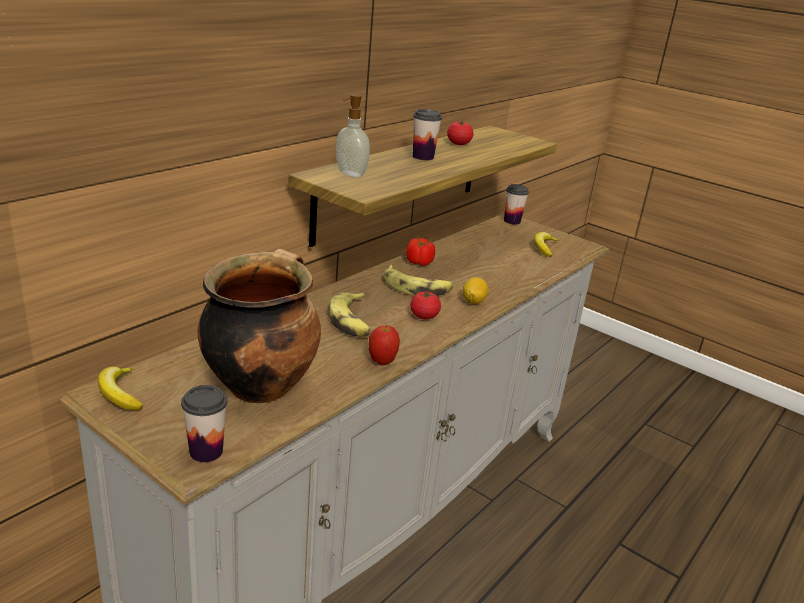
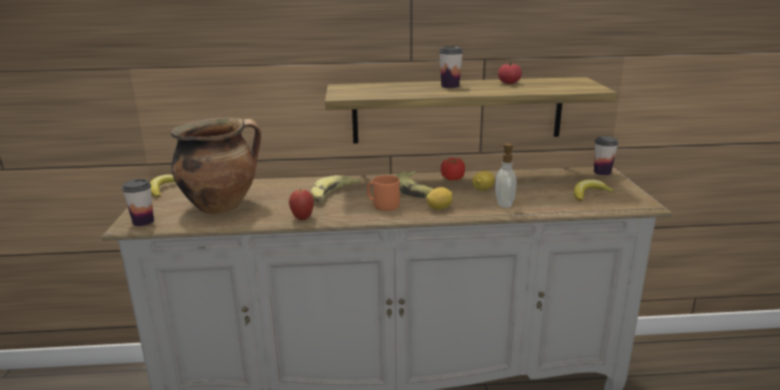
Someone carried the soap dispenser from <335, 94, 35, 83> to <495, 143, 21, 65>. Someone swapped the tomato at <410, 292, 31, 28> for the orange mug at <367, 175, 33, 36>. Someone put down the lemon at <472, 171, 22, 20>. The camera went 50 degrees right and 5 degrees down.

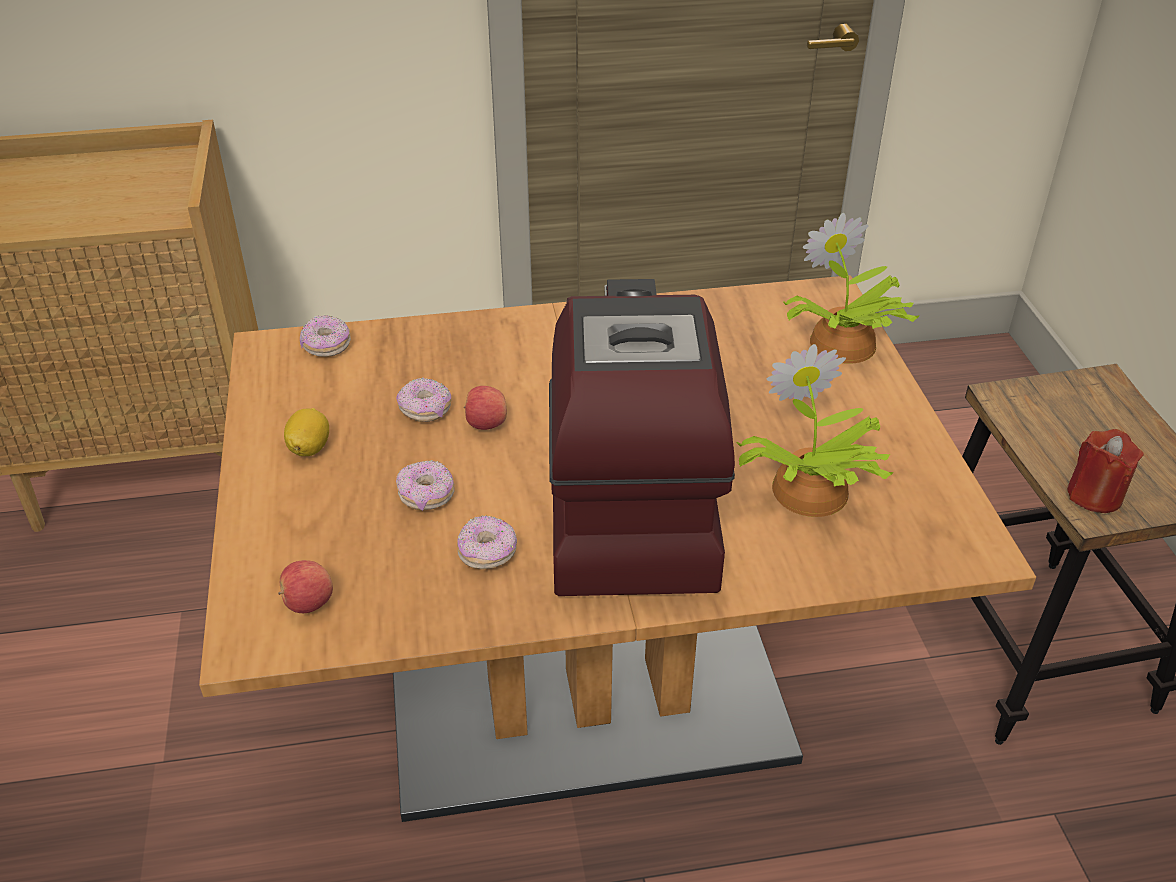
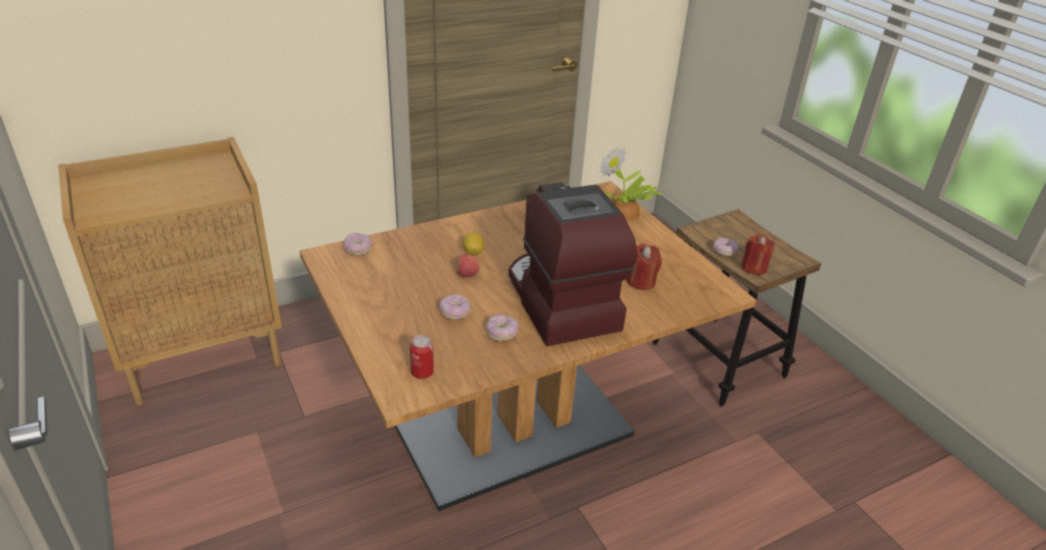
Someone swapped the apple at <278, 560, 55, 53> for the can at <410, 335, 24, 44>. Someone carried the lemon from <284, 408, 45, 48> to <462, 232, 22, 24>. Someone carried the donut from <396, 378, 56, 44> to <713, 238, 26, 18>. Someone swapped the potted plant at <737, 344, 157, 173> for the red candle at <626, 243, 36, 47>. The camera went 20 degrees left and 5 degrees down.

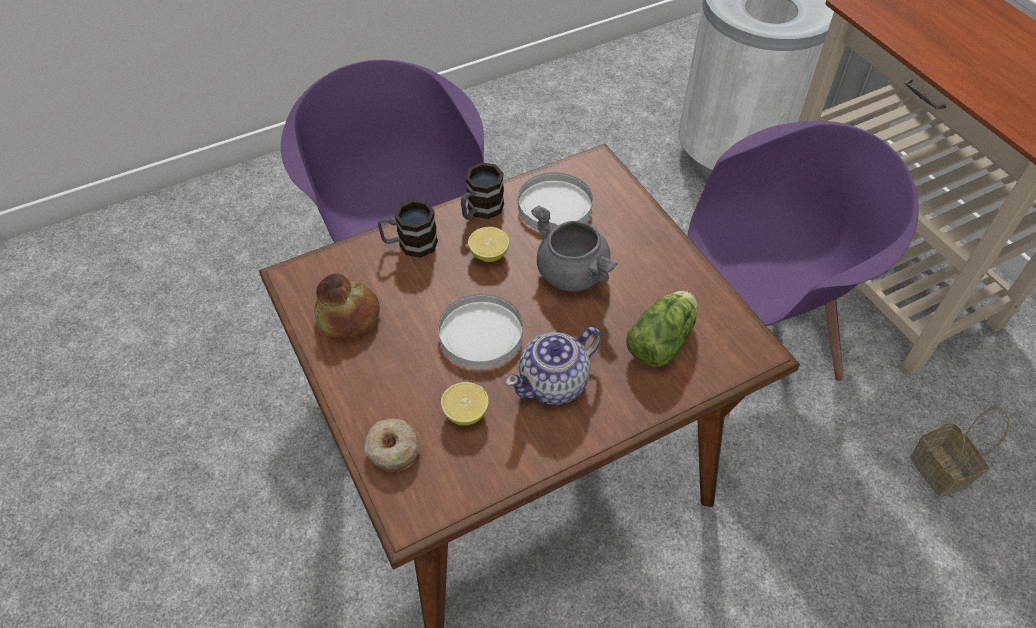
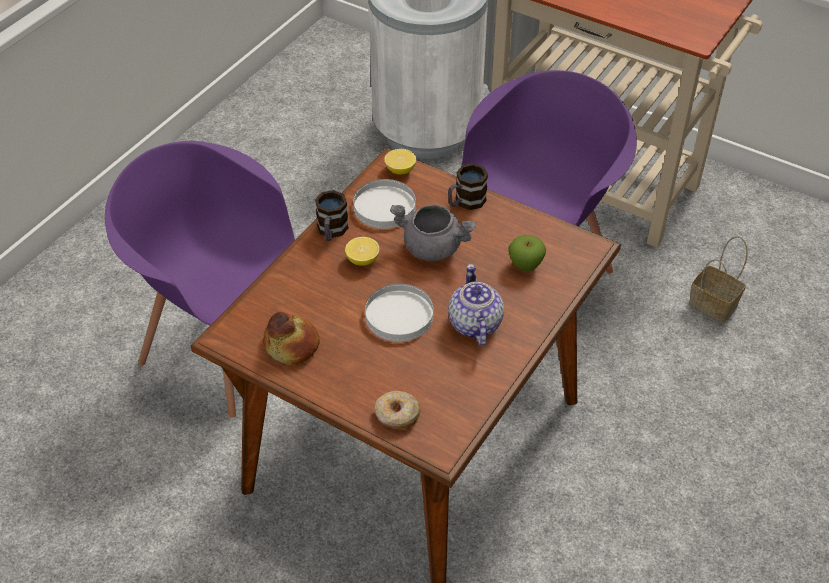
Someone carried the mug from <378, 199, 60, 59> to <448, 163, 40, 47>. Someone carried the lemon from <441, 382, 48, 44> to <384, 149, 32, 26>. Someone rotated the teapot at <505, 327, 97, 78> by 150 degrees clockwise. Someone swapped the lettuce at <626, 291, 72, 76> for the apple at <508, 235, 38, 36>. The camera went 30 degrees left and 5 degrees down.

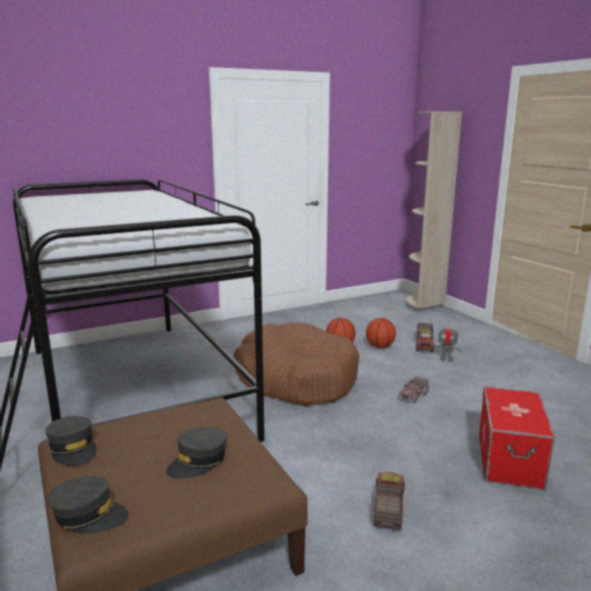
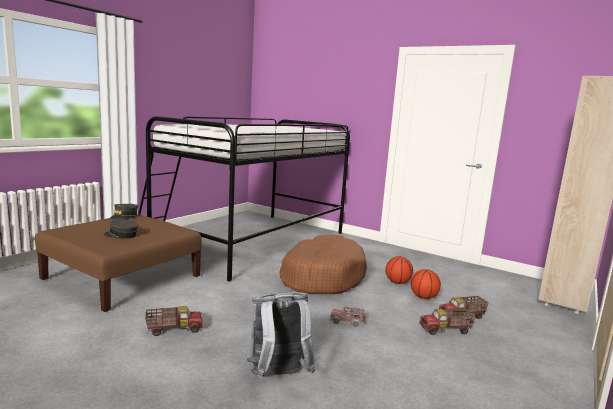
Someone took away the grey cap at <48, 476, 81, 58>. Someone swapped the toy robot at <433, 321, 29, 41> for the toy truck at <419, 309, 56, 26>. Someone swapped the storage box at <479, 387, 76, 103> for the grey backpack at <247, 292, 68, 86>. The camera went 60 degrees right and 5 degrees down.

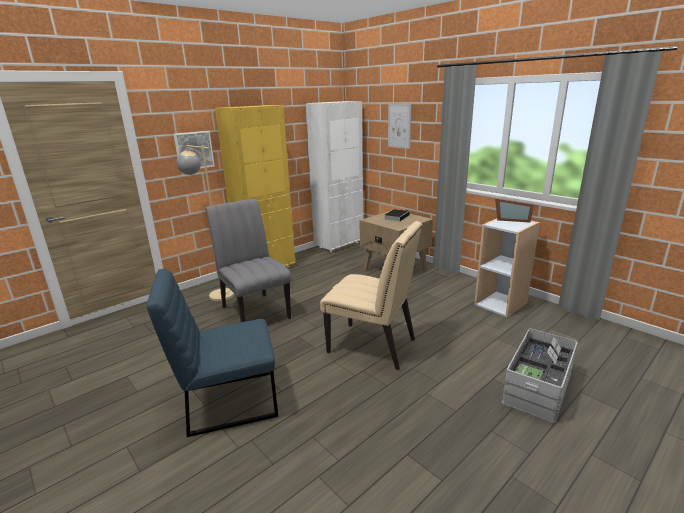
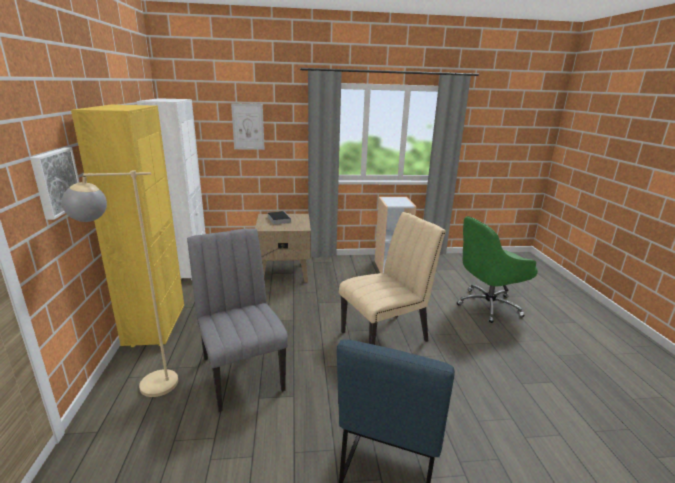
Someone rotated the grey chair at <205, 199, 86, 123> by 60 degrees clockwise. Someone took away the picture frame at <495, 198, 39, 25>. Someone swapped the grey storage box at <501, 329, 77, 95> for the green office chair at <457, 216, 81, 107>. The camera went 55 degrees left and 0 degrees up.

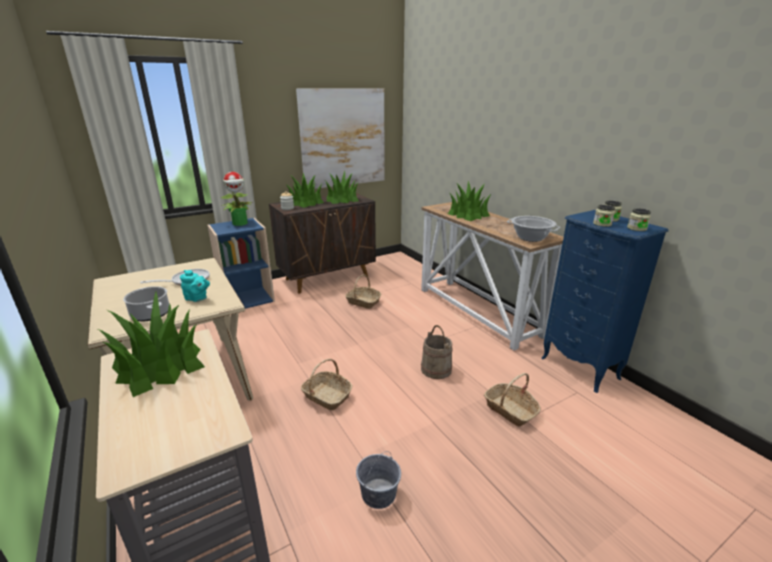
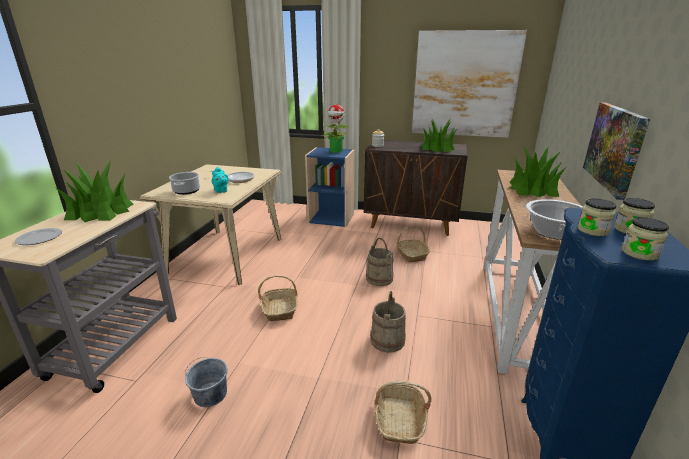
Someone took away the potted plant at <285, 173, 39, 35>. Someone put down the plate at <15, 228, 47, 17>. Someone put down the beige bucket at <366, 238, 28, 48>. Someone put up the picture at <583, 102, 67, 98>. The camera went 45 degrees right and 0 degrees up.

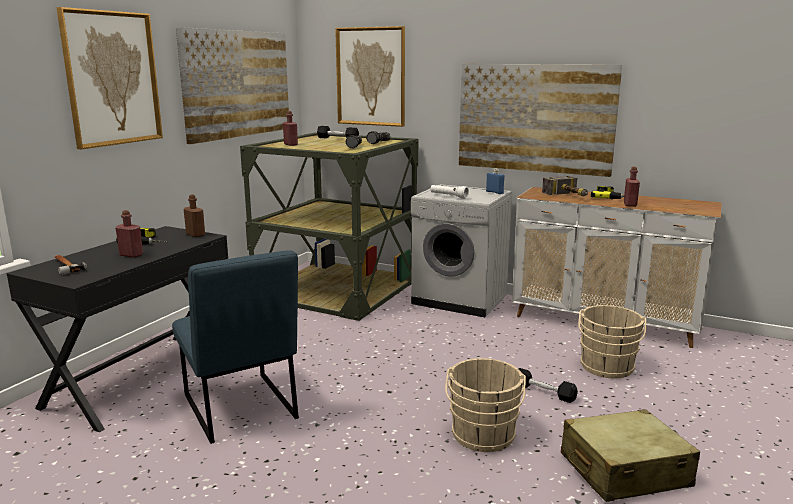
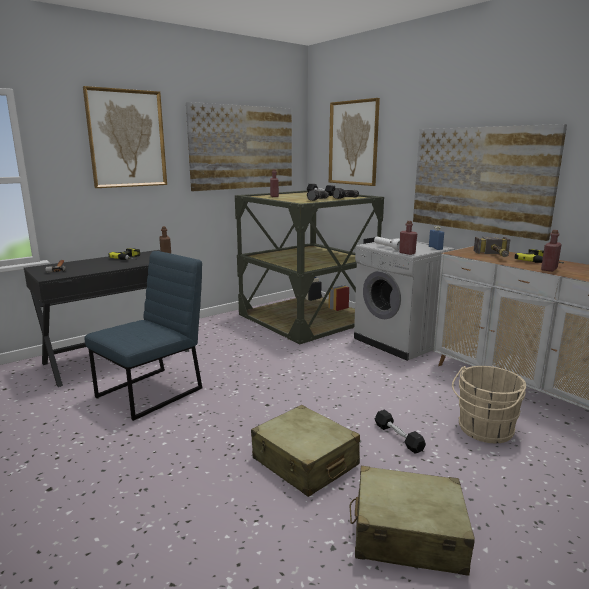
Someone carried the red bottle from <116, 210, 27, 48> to <399, 221, 19, 34>. Someone rotated the blue chair at <172, 250, 127, 194> by 135 degrees counterclockwise. Someone swapped the beige bucket at <445, 358, 81, 94> for the beige suitcase at <251, 405, 109, 92>. The camera went 25 degrees right and 0 degrees up.

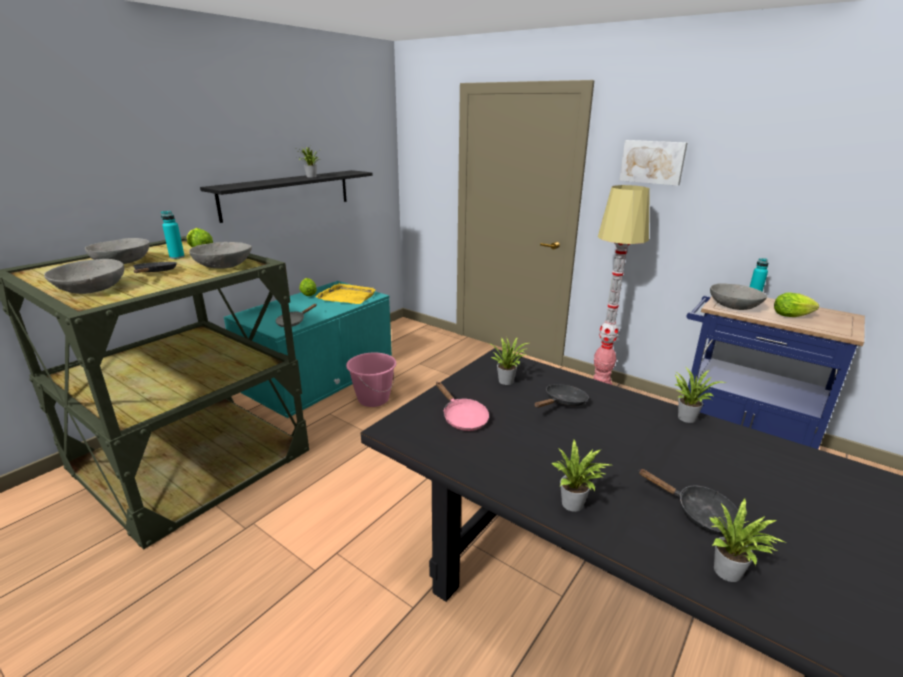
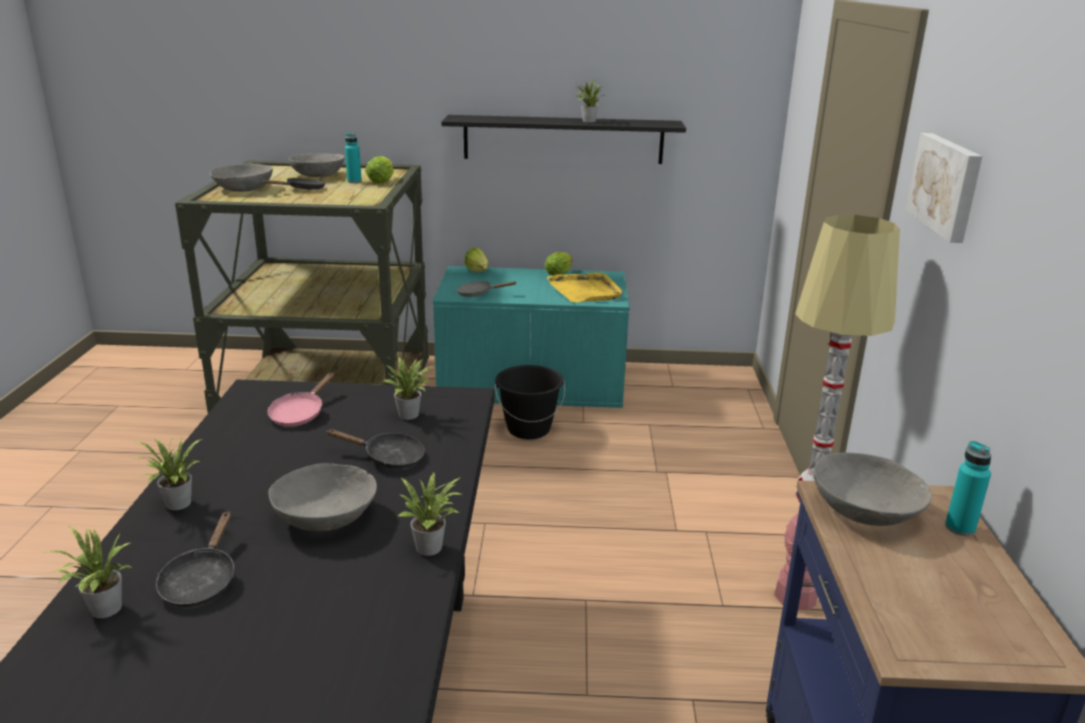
Someone carried the grey bowl from <189, 242, 63, 27> to <268, 463, 109, 68>. Someone repainted the pink bucket at <346, 353, 50, 54>, which became the black bucket at <495, 365, 70, 74>. Someone carried the lettuce from <774, 292, 45, 25> to <464, 247, 24, 25>. The camera went 55 degrees right and 0 degrees up.

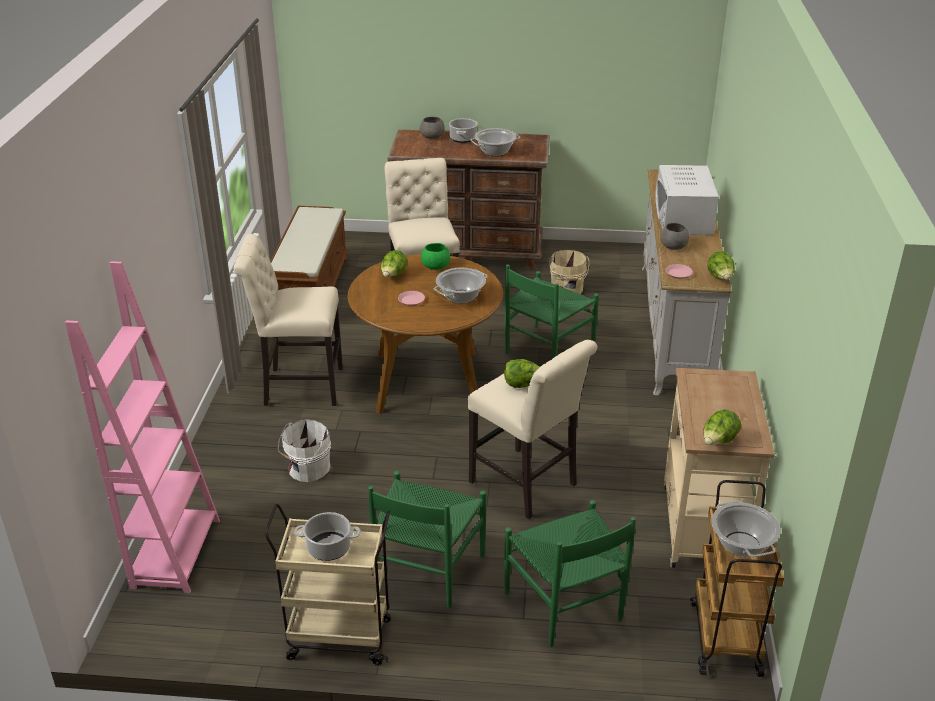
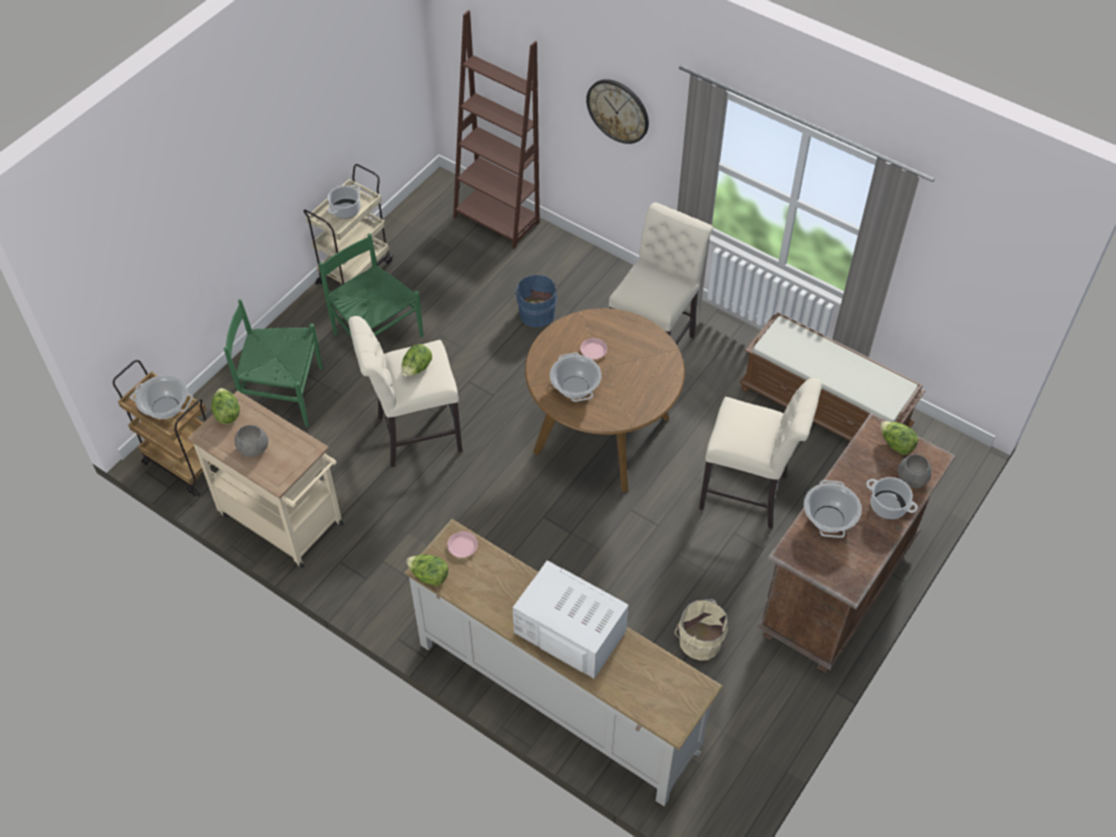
Someone repainted the pink bookcase at <65, 261, 155, 332>, which became the brown bookcase at <453, 10, 87, 239>. Someone repainted the white bucket at <278, 419, 53, 63>, which became the blue bucket at <513, 275, 44, 52>. Someone carried the lettuce from <380, 250, 28, 27> to <880, 421, 38, 34>. Someone took away the green bowl at <421, 243, 29, 27>. Someone took away the green chair at <505, 264, 94, 95>. Someone carried the grey bowl from <660, 223, 29, 27> to <234, 425, 35, 32>. Someone put up the wall clock at <586, 79, 63, 65>. The camera went 120 degrees right and 20 degrees up.

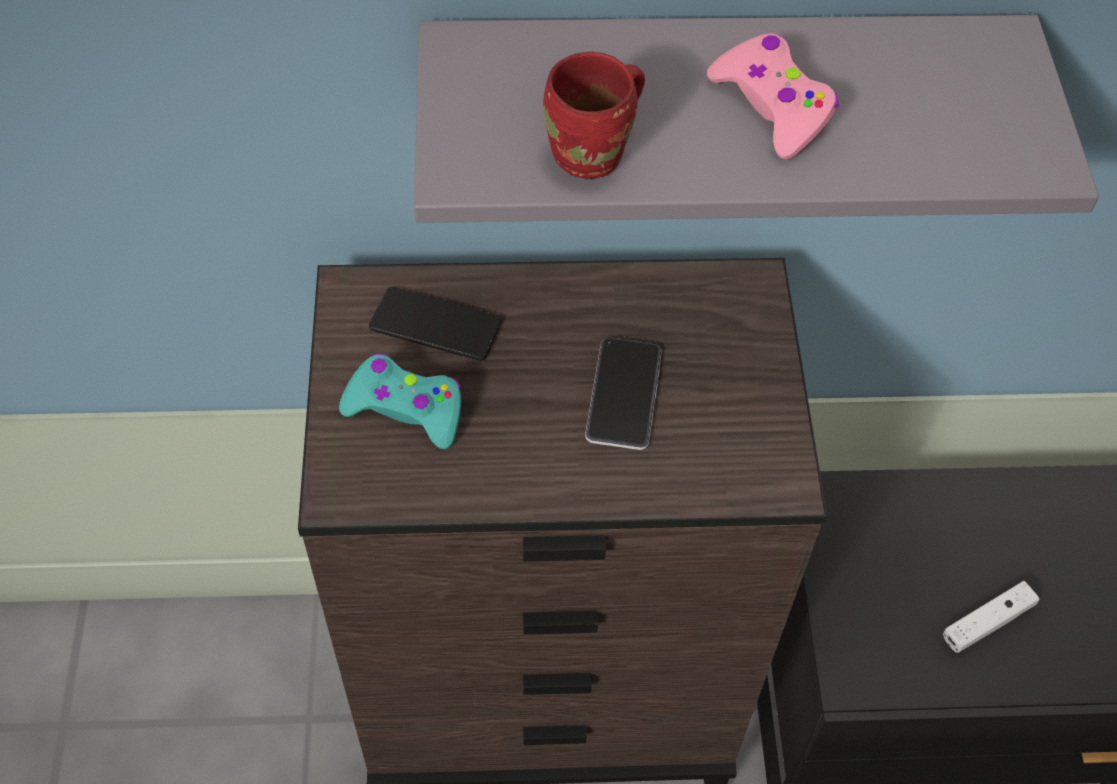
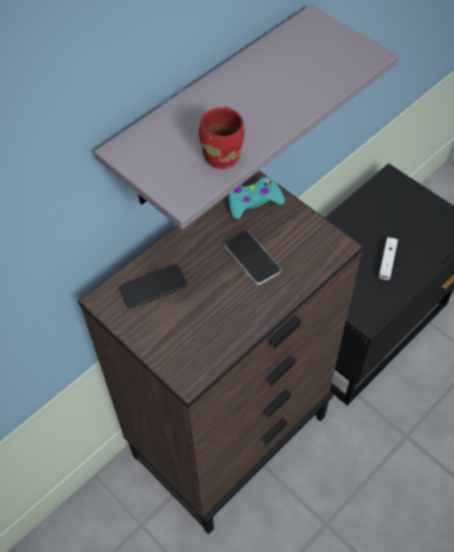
Someone carried the turquoise game controller from <339, 354, 122, 96> to <229, 176, 56, 43>. Someone took away the pink game controller at <707, 33, 132, 126>. The camera went 40 degrees left and 0 degrees up.

